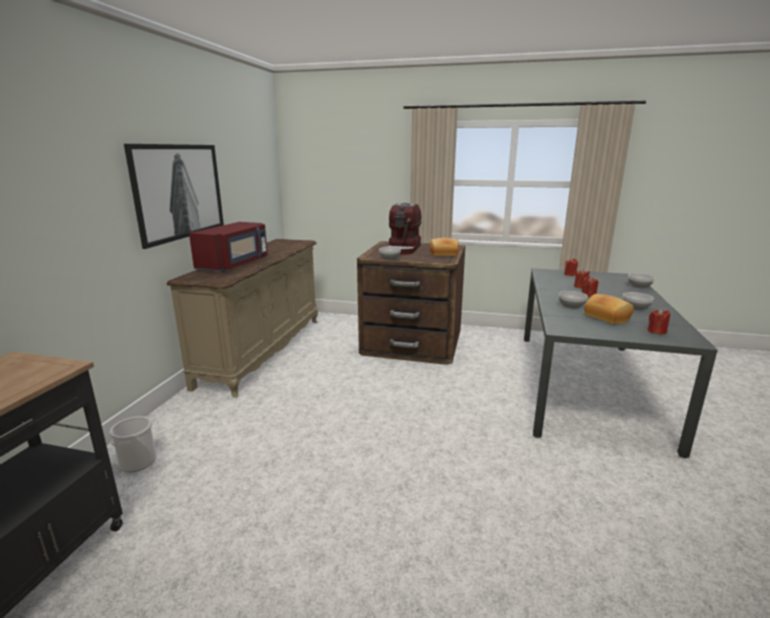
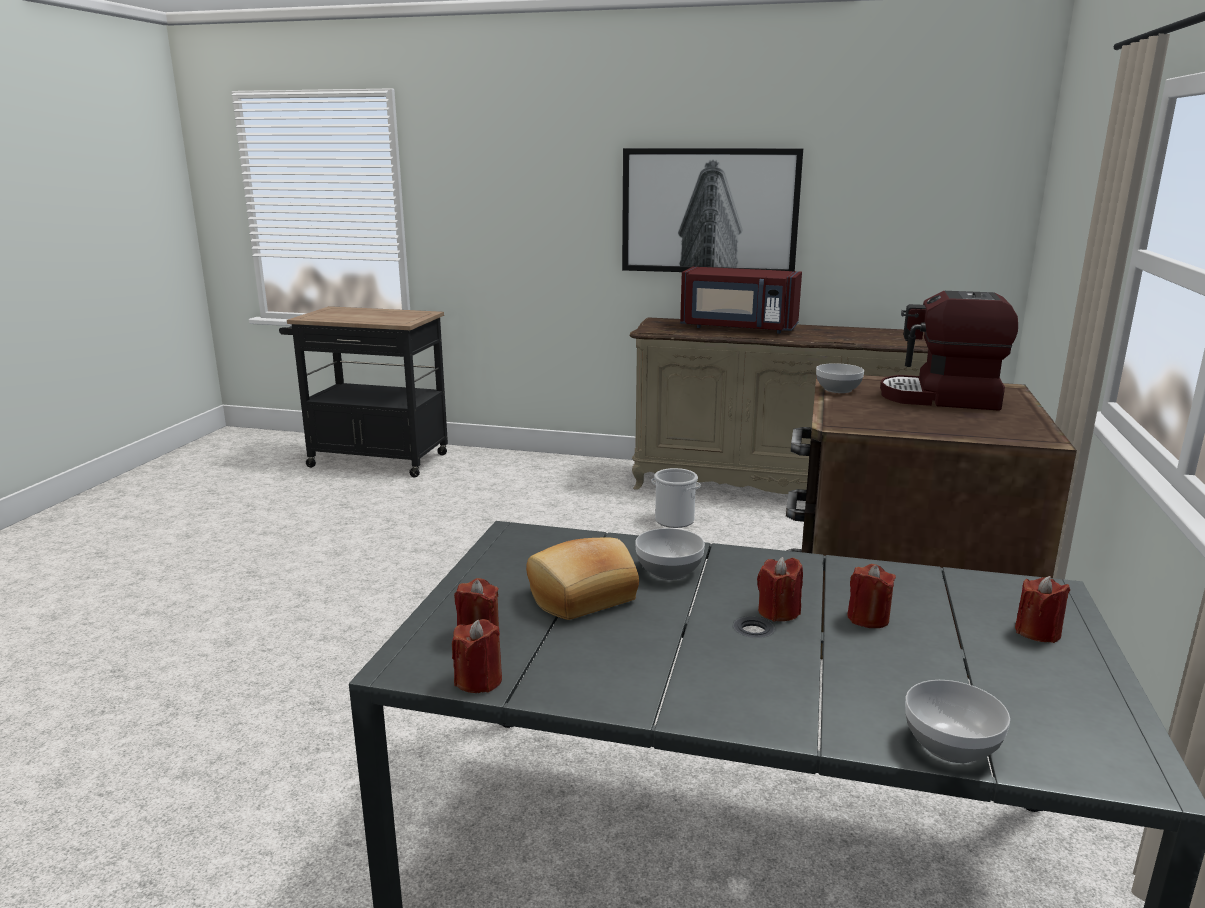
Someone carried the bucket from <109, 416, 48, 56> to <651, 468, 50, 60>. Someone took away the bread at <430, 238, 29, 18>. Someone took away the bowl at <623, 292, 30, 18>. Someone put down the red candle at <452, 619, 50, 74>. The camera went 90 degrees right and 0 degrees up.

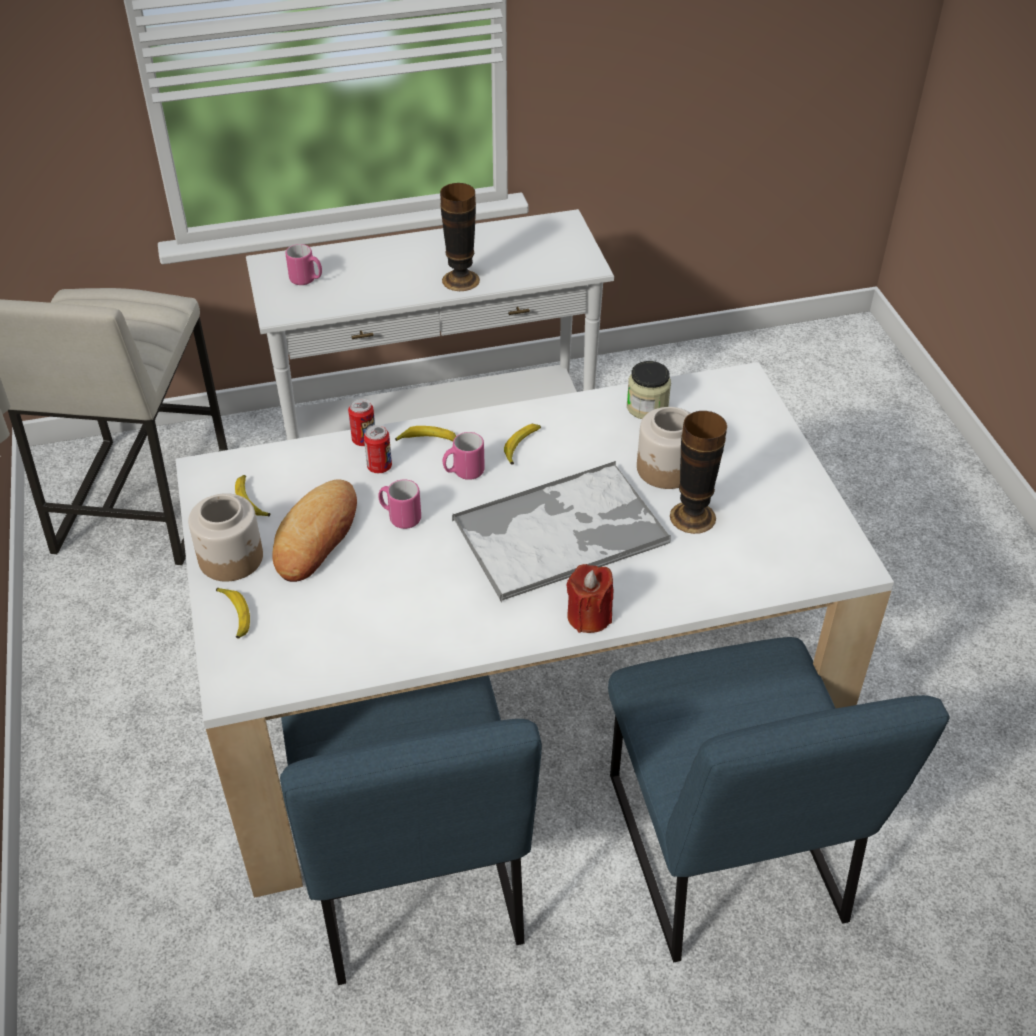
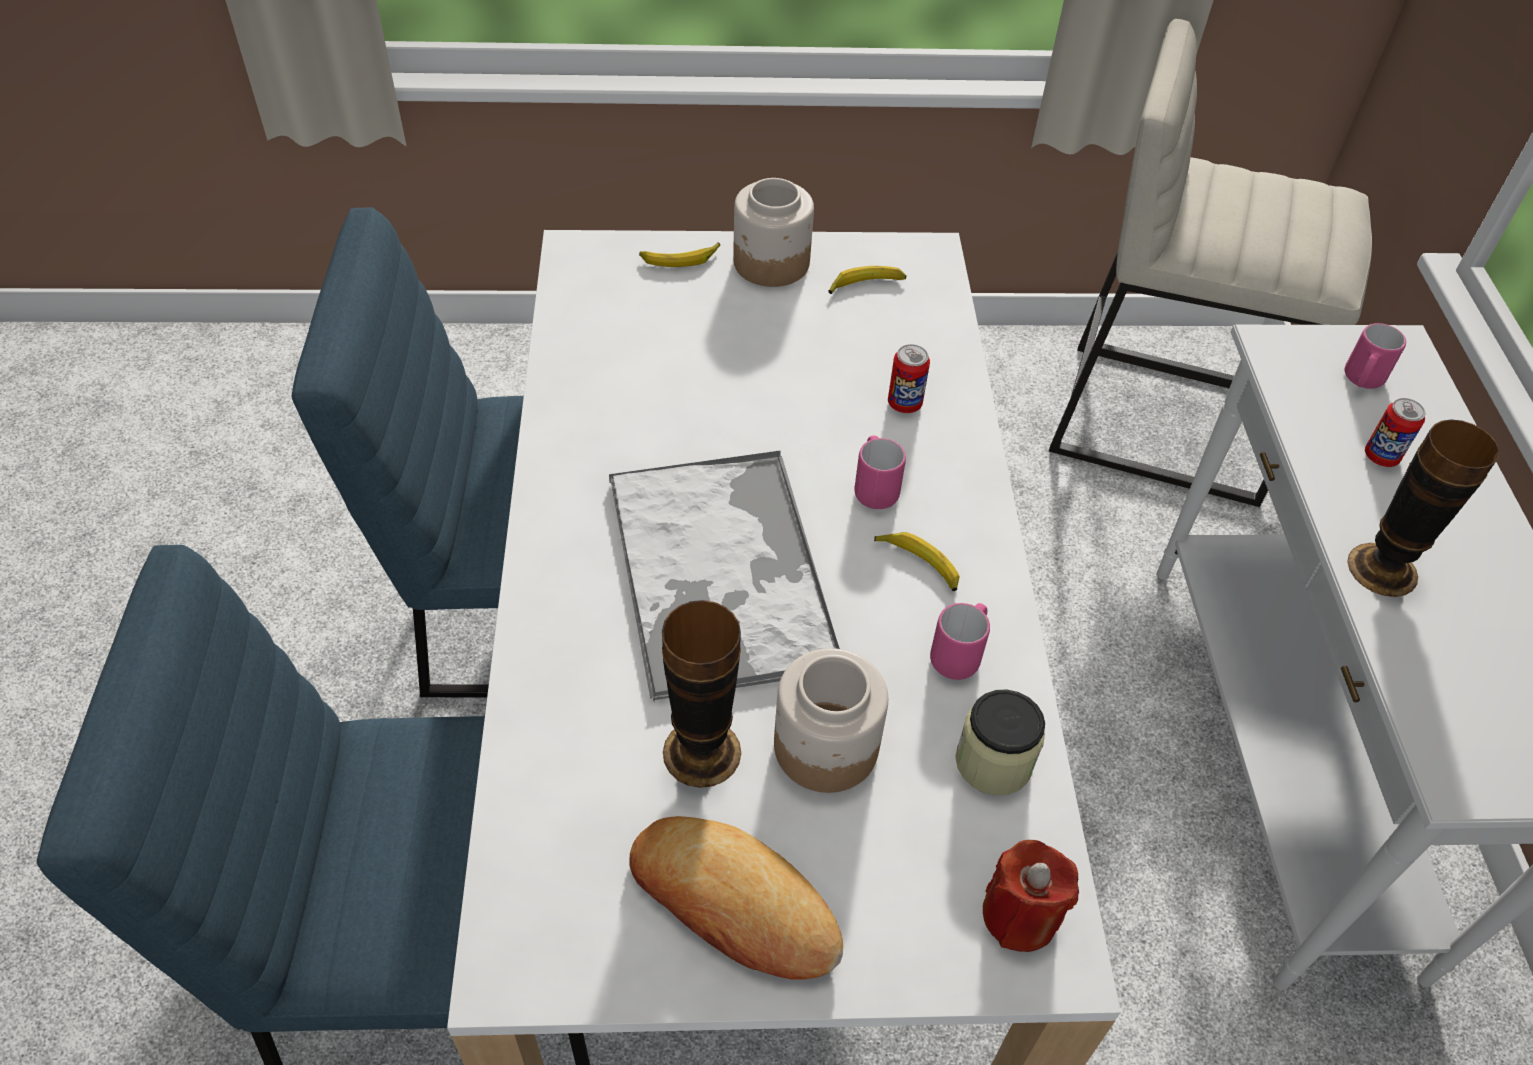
Someone carried the bread from <272, 479, 85, 103> to <629, 816, 214, 163>. Someone carried the can from <348, 399, 27, 47> to <1365, 398, 60, 69>. Someone carried the pink mug from <378, 479, 43, 50> to <930, 603, 60, 77>. Someone took away the banana at <395, 426, 61, 15>. Someone carried the red candle from <566, 564, 48, 69> to <983, 840, 96, 112>. The camera went 100 degrees right and 5 degrees up.

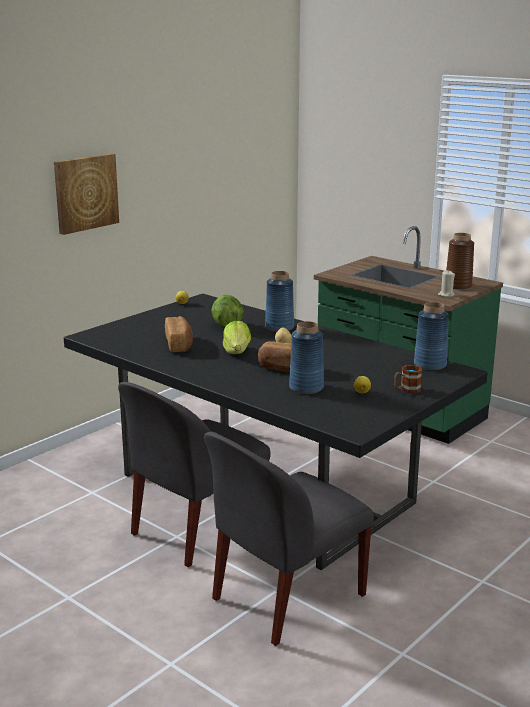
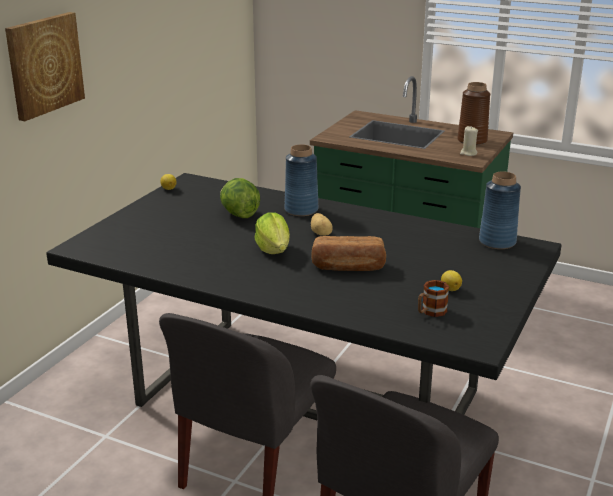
Someone took away the bread at <165, 316, 28, 36>. Someone took away the blue vase at <289, 321, 35, 73>. Someone carried the mug from <394, 365, 28, 28> to <418, 280, 31, 37>. The camera went 15 degrees left and 5 degrees up.

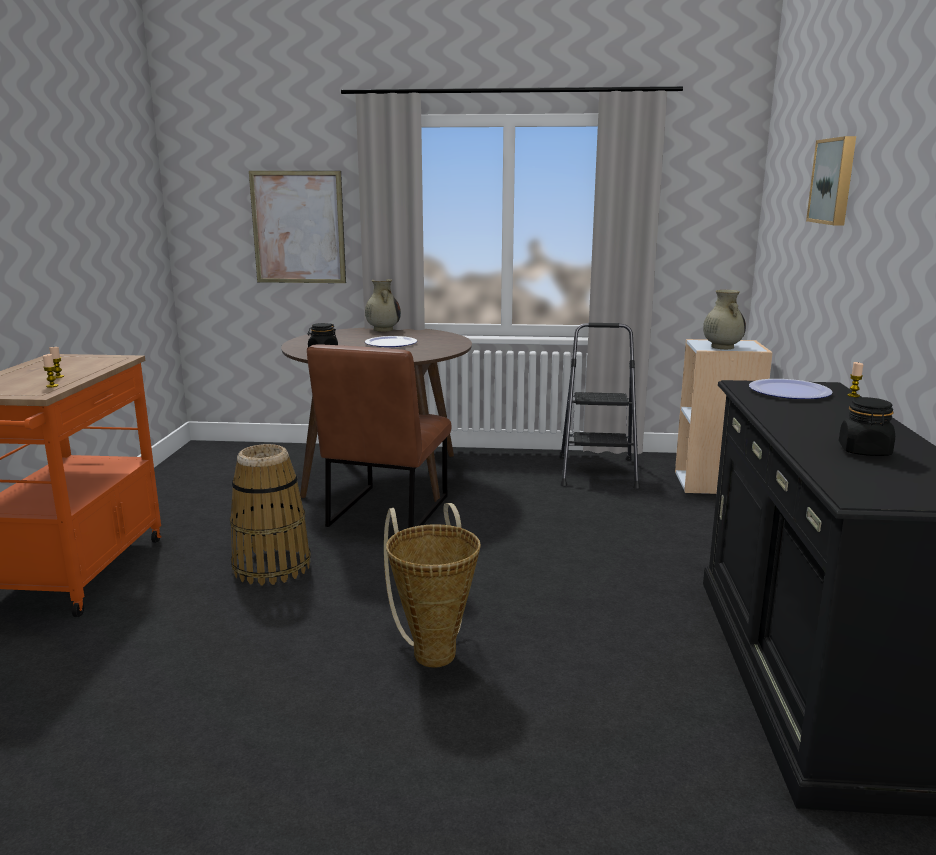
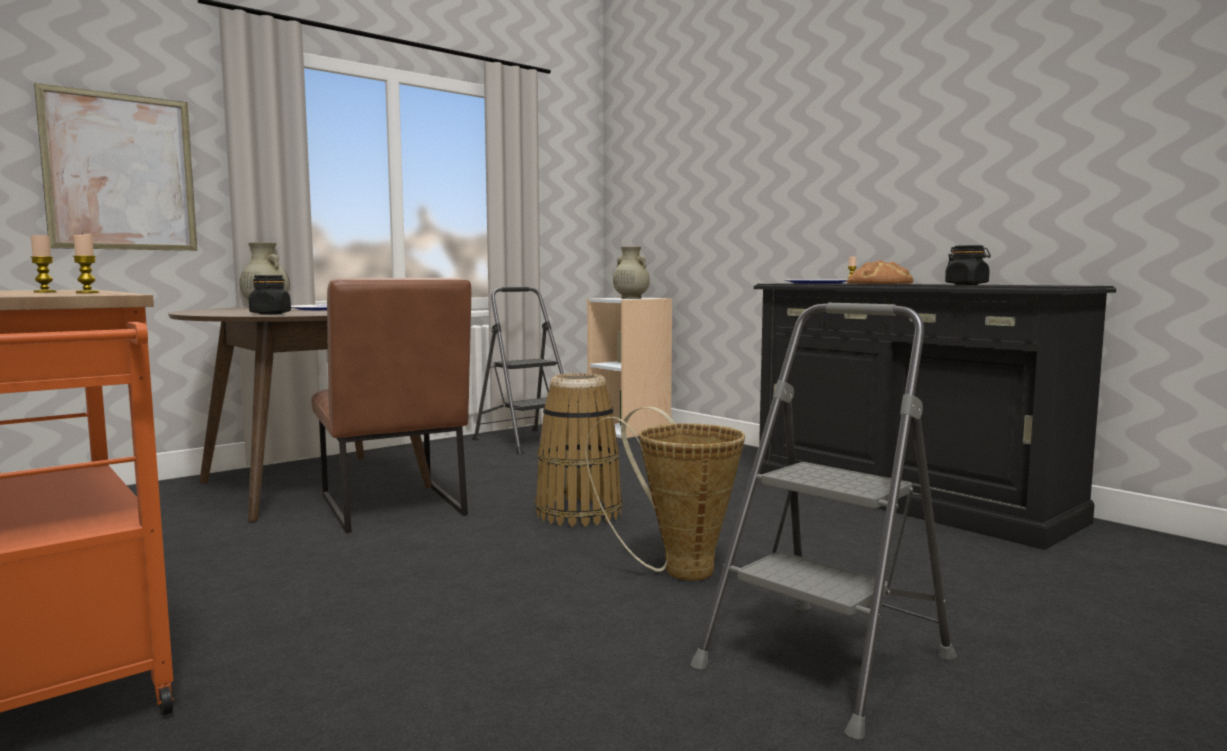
Someone carried the basket from <230, 444, 81, 141> to <535, 373, 87, 154>. Someone took away the picture at <806, 136, 50, 89>. Someone put down the grey step ladder at <690, 303, 267, 437>. Someone put down the bread at <847, 260, 66, 24>. The camera went 45 degrees left and 10 degrees down.

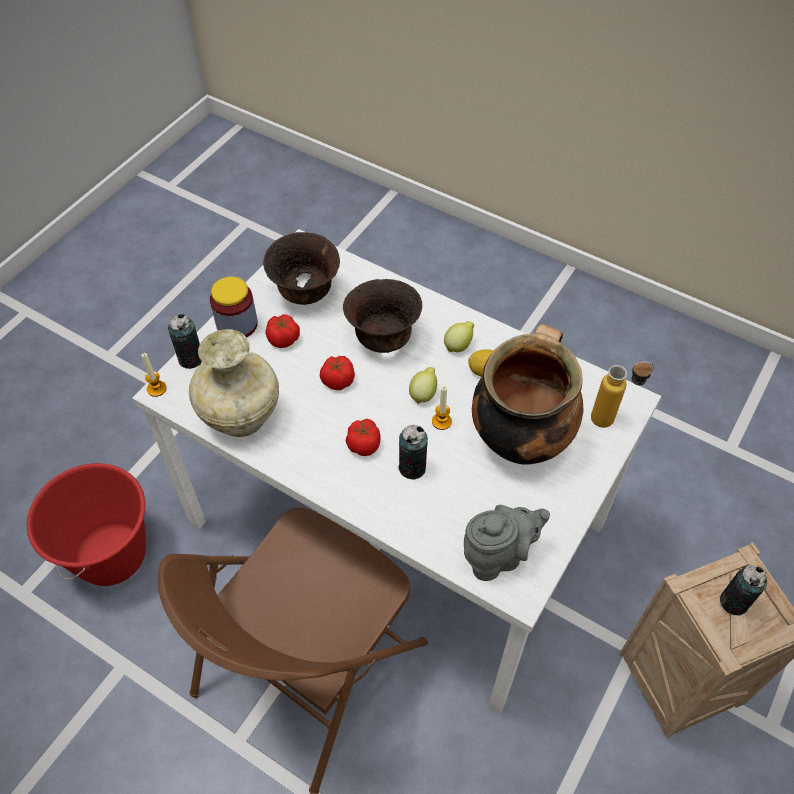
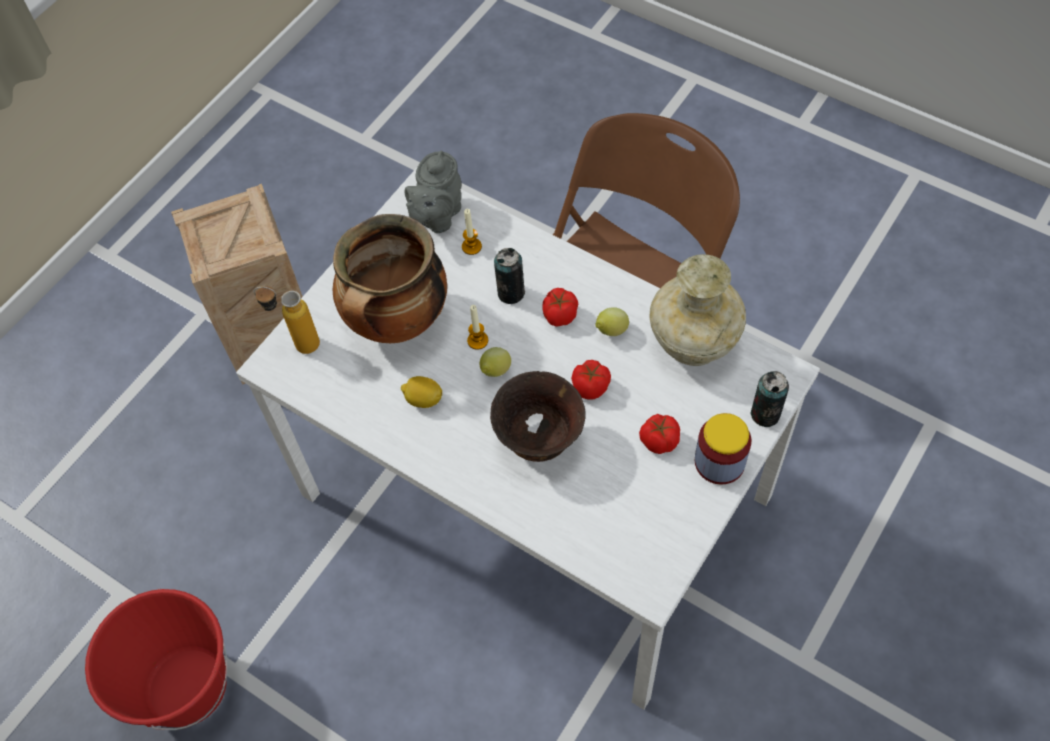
Someone carried the red bucket from <27, 463, 119, 123> to <85, 589, 143, 141>. Someone carried the candle from <141, 353, 26, 44> to <462, 209, 20, 46>. Someone took away the brown bowl at <263, 232, 77, 73>. Someone carried the lemon from <444, 321, 30, 31> to <595, 307, 34, 29>. Someone rotated the grey teapot at <464, 505, 86, 76> by 45 degrees counterclockwise. Someone took away the can at <720, 565, 47, 51>. The camera went 175 degrees left and 5 degrees up.

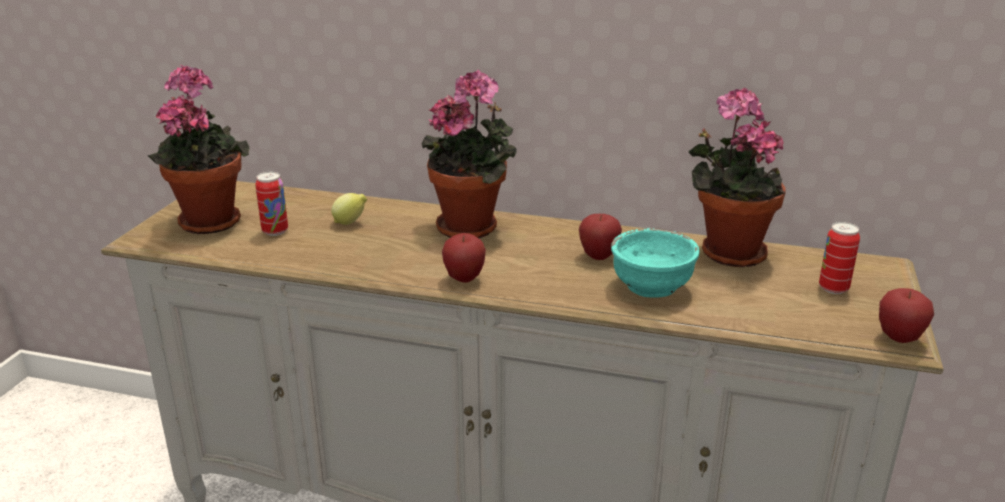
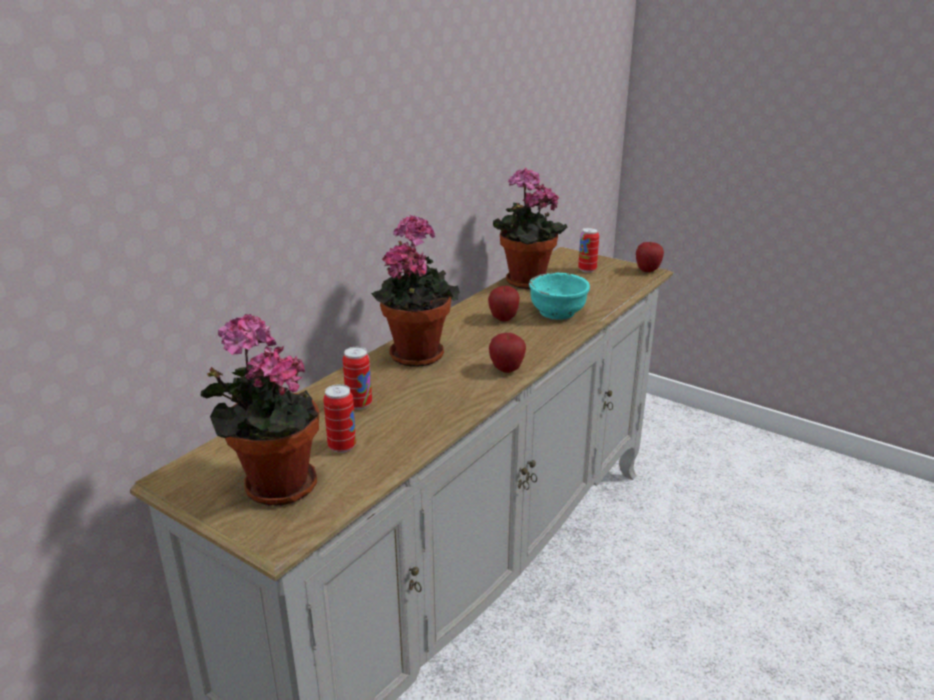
Someone swapped the lemon at <331, 193, 36, 32> for the can at <343, 347, 29, 63>. The camera went 70 degrees left and 0 degrees up.

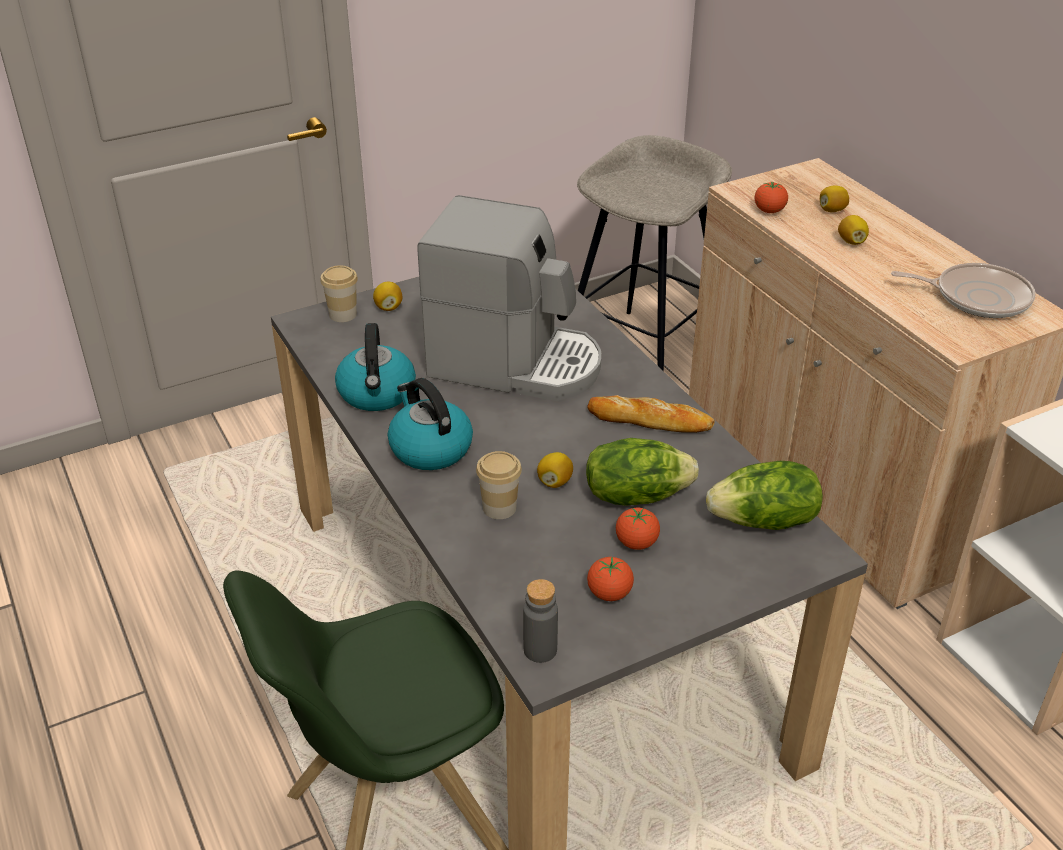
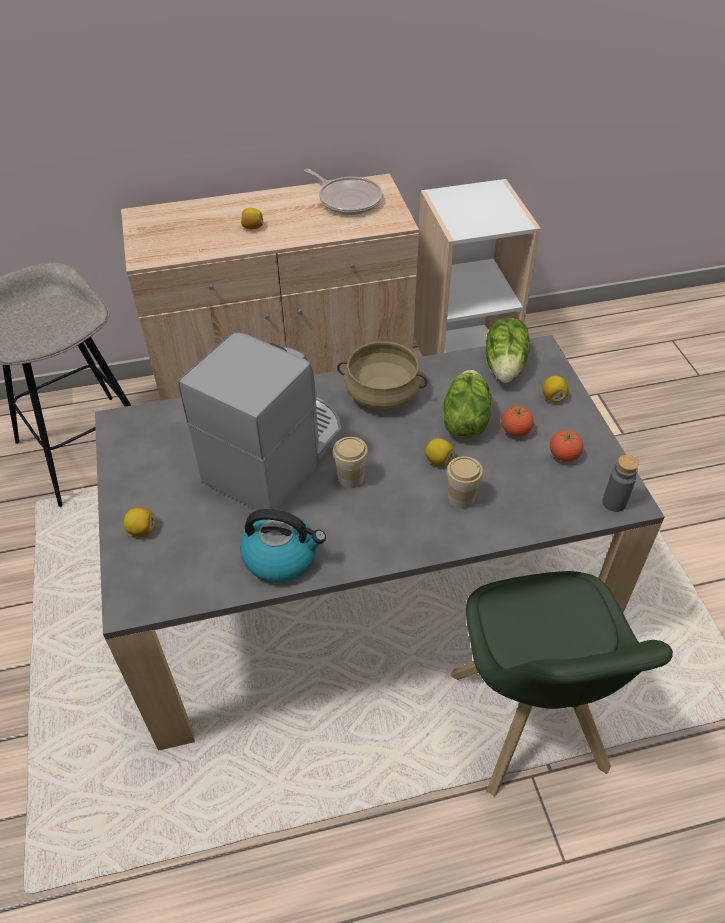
Someone carried the cup from <320, 265, 38, 57> to <332, 437, 36, 51>. Someone took away the kettle at <388, 378, 85, 92>. Someone swapped the bread at <588, 395, 127, 38> for the beige cooking pot at <337, 341, 90, 69>. Someone took away the tomato at <755, 182, 33, 31>. Someone carried the lemon from <820, 185, 29, 27> to <542, 376, 27, 26>. Someone rotated the frying pan at <891, 263, 145, 55> by 105 degrees clockwise. The camera went 75 degrees left and 10 degrees up.

